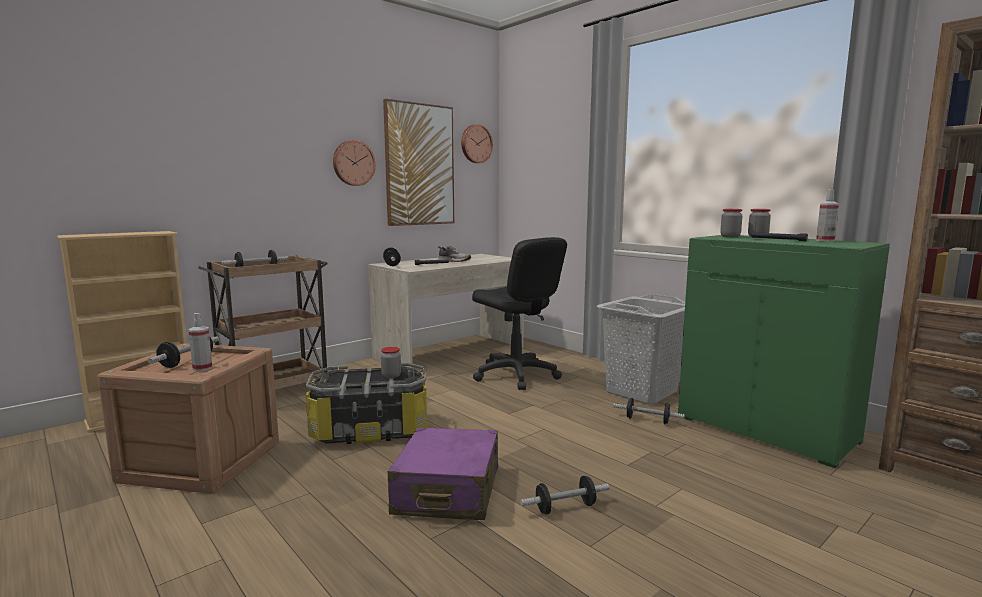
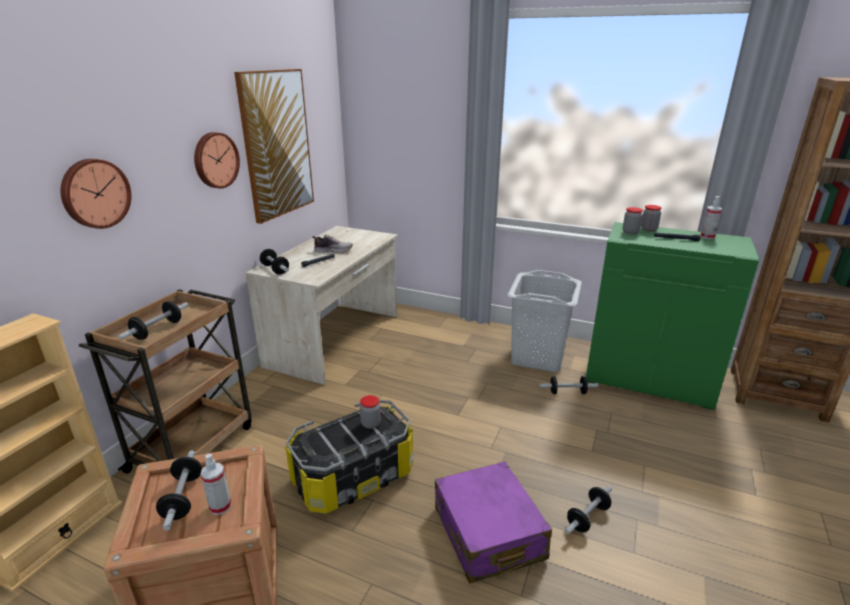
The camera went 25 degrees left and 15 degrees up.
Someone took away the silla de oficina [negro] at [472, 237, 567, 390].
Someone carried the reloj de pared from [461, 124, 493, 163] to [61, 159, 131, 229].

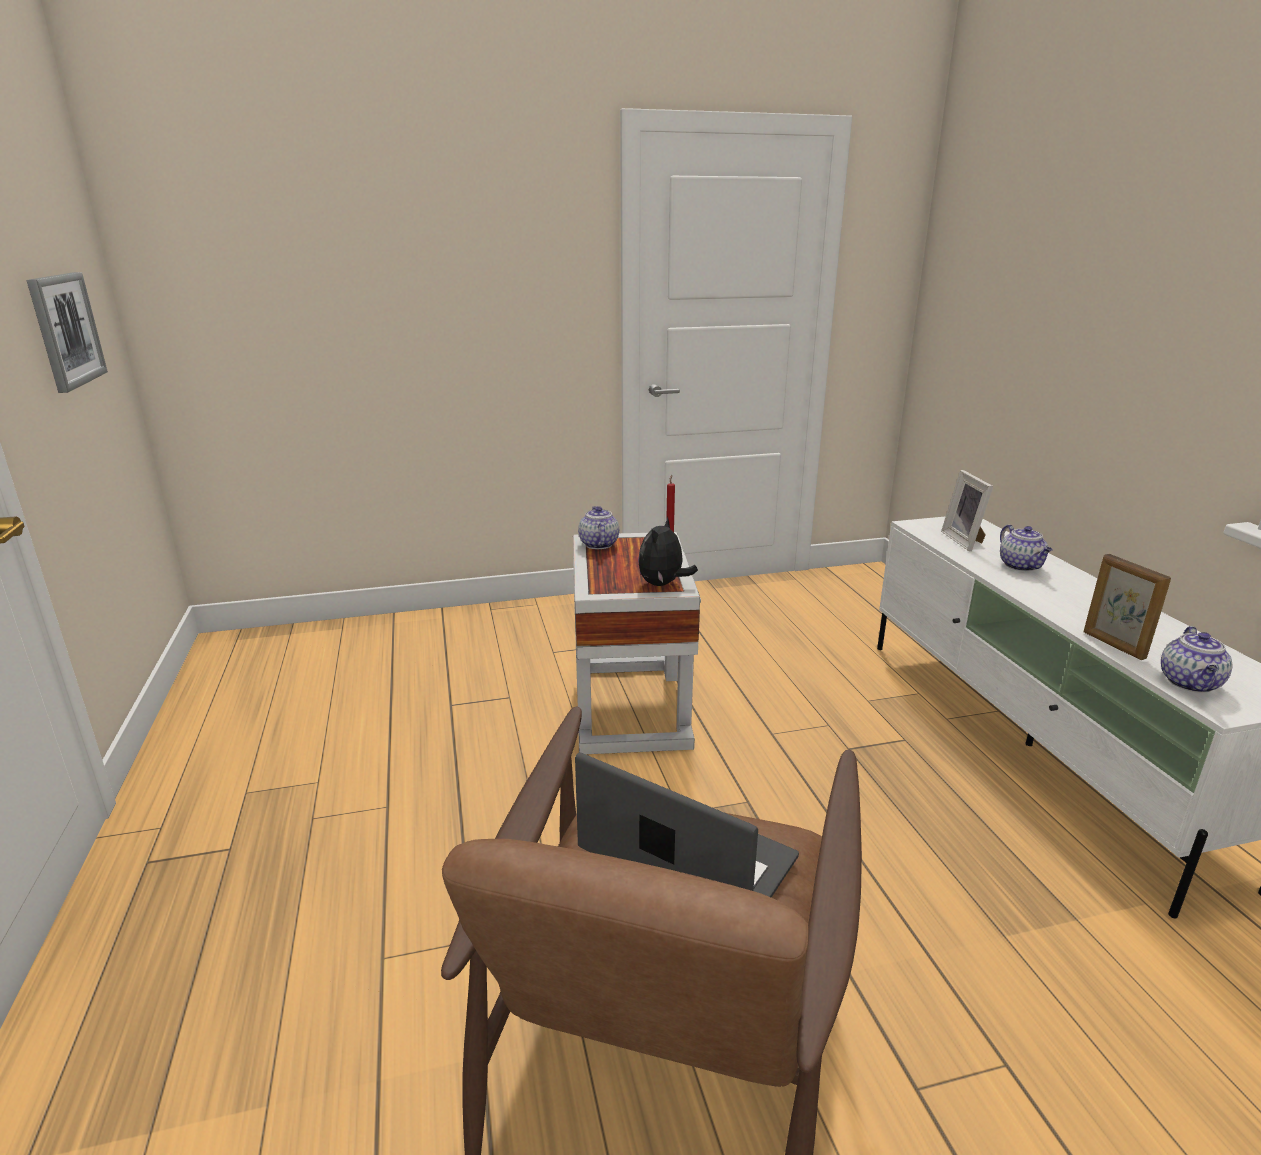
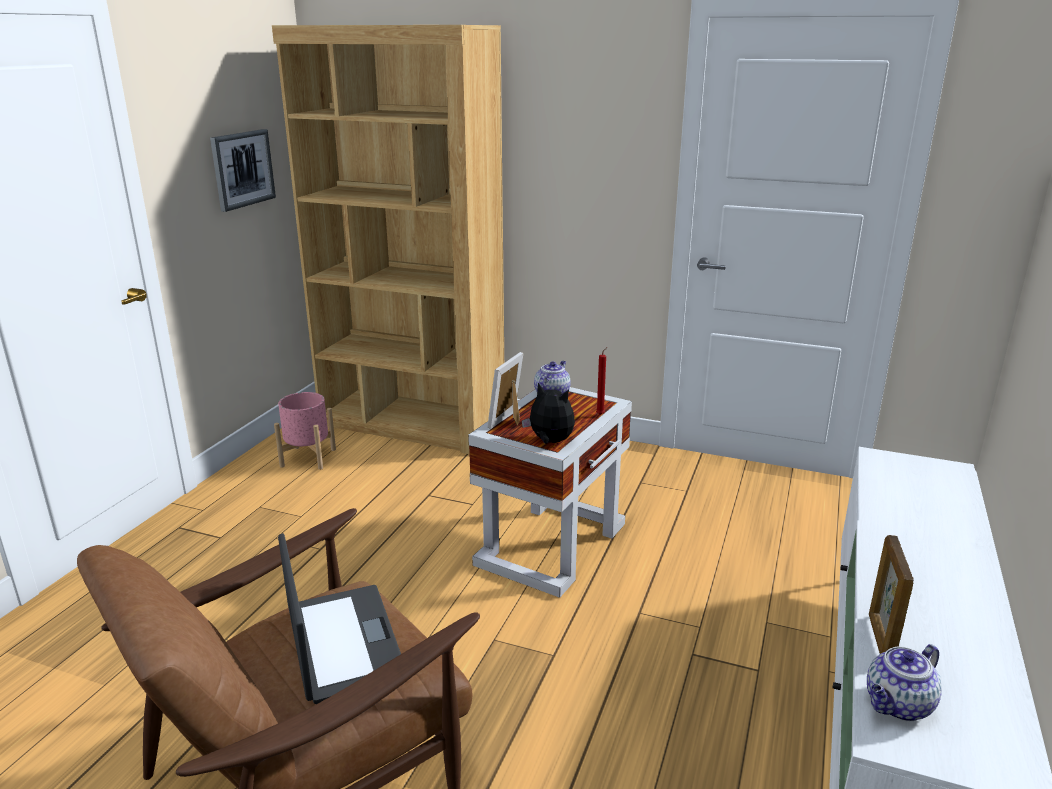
The camera went 35 degrees right and 0 degrees up.
Someone took away the tetera at [1000, 524, 1053, 571].
Someone put down the estantería [marrón] at [272, 25, 504, 454].
Someone put down the maceta [rosa] at [274, 392, 336, 470].
Someone carried the portarretratos from [941, 470, 993, 551] to [487, 352, 523, 429].
Someone rotated the peluche at [638, 517, 698, 586] by 60 degrees clockwise.

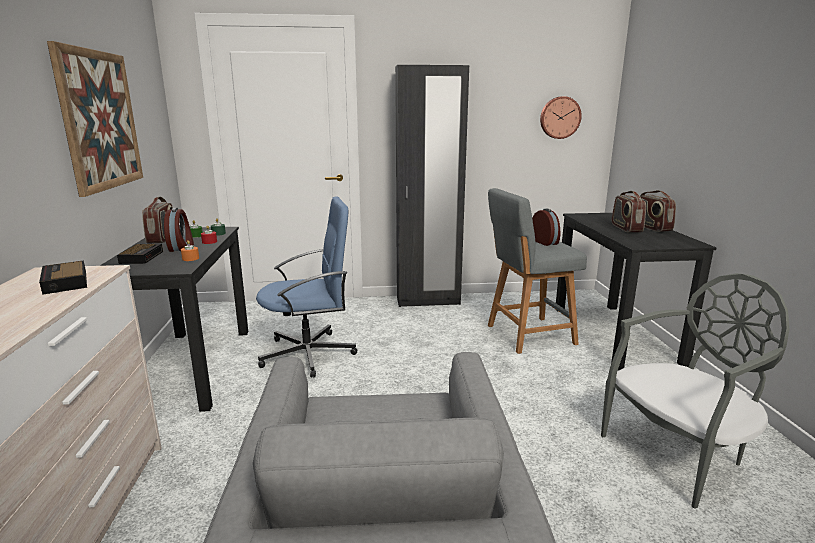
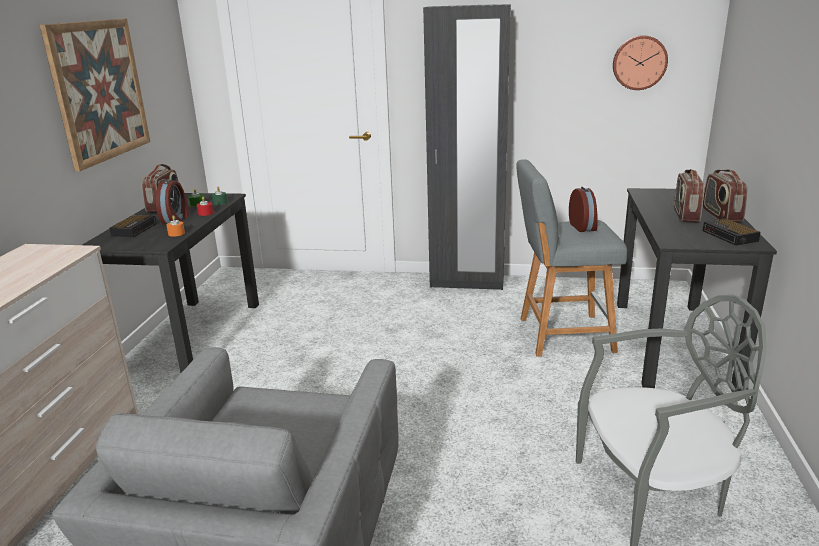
The camera went 15 degrees right and 5 degrees up.
Someone took away the silla de oficina [azul] at [256, 196, 357, 378].
Someone carried the despertador from [39, 260, 87, 295] to [703, 219, 761, 246].

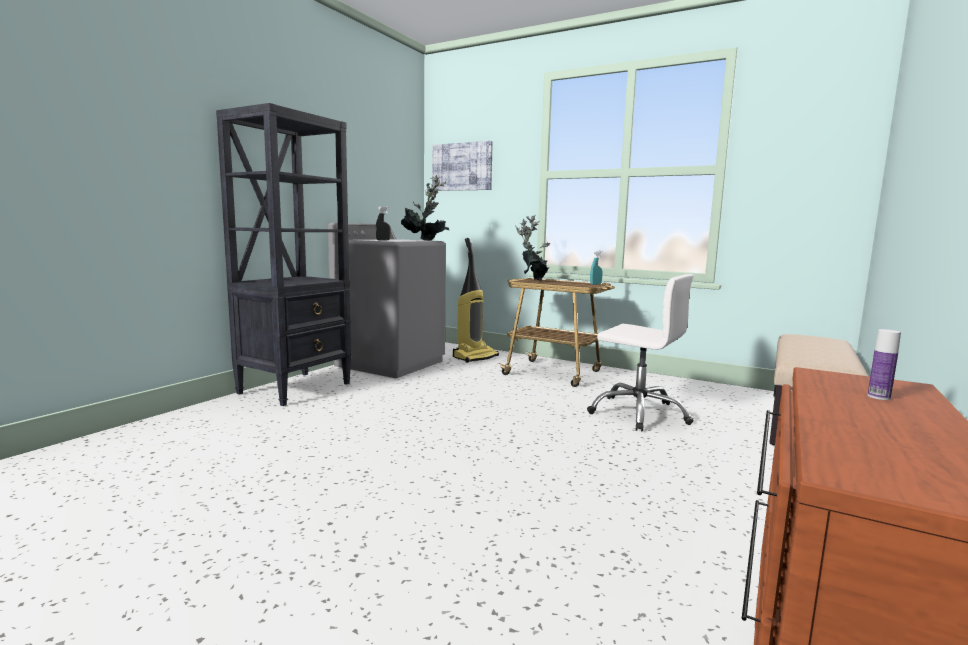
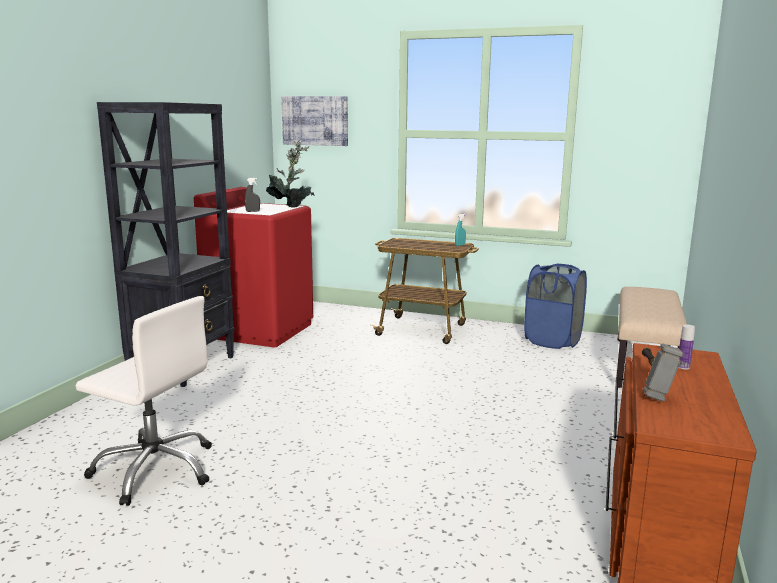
The camera went 10 degrees left and 5 degrees up.
Someone took away the aspiradora at [453, 238, 499, 363].
Someone took away the planta en maceta at [515, 215, 550, 281].
Someone put down the cesto de la ropa [azul] at [524, 264, 587, 349].
Someone put down the martillo at [642, 344, 684, 402].
Someone carried the silla de oficina [blanco] from [587, 274, 694, 432] to [76, 296, 212, 506].
Someone repainted the lavadora [gris] at [328, 223, 446, 378], which became the lavadora [rojo] at [194, 187, 313, 348].

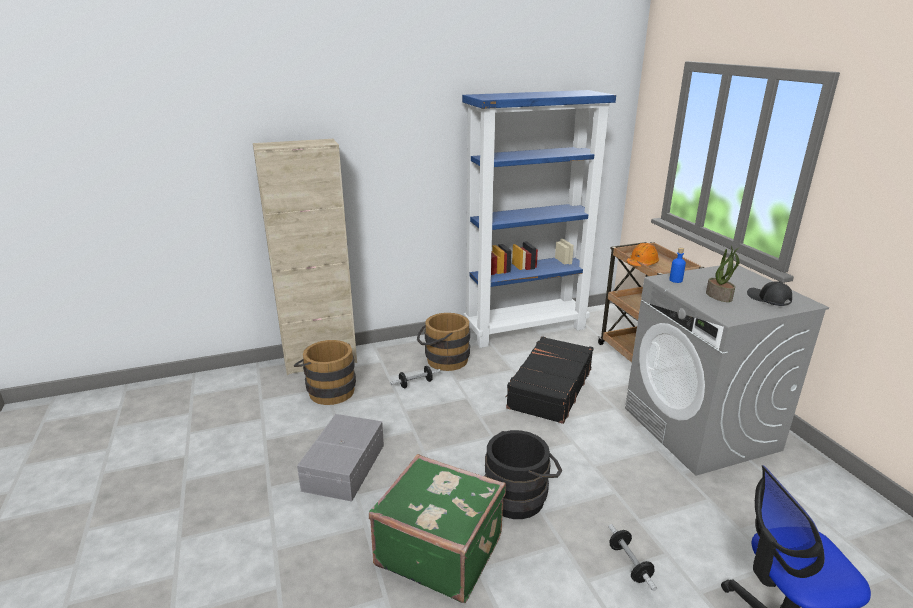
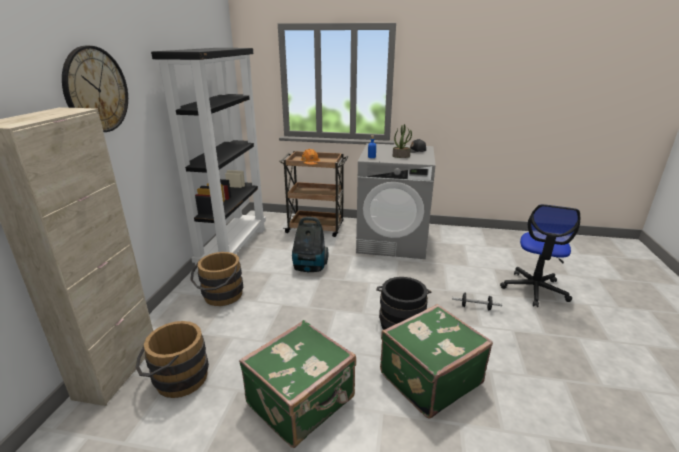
The camera went 60 degrees left and 0 degrees up.
Someone took away the mancuerna at [390, 366, 441, 388].
Someone put up the reloj de pared at [62, 46, 128, 132].
Someone swapped the caja de almacenaje [gris] at [297, 414, 384, 502] for the maleta [verde] at [239, 320, 356, 448].
Someone swapped the maleta [negro] at [506, 336, 594, 424] for the aspiradora at [292, 217, 328, 272].
Someone repainted the estantería [azul] at [462, 90, 616, 348], which became the estantería [negro] at [151, 48, 266, 272].

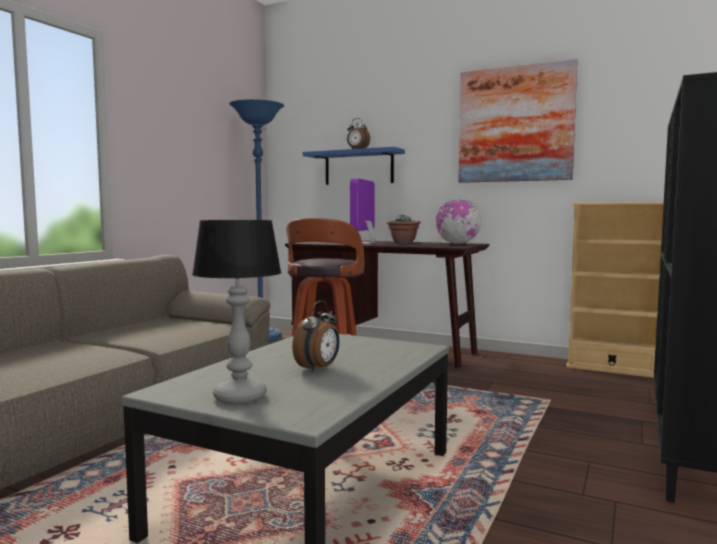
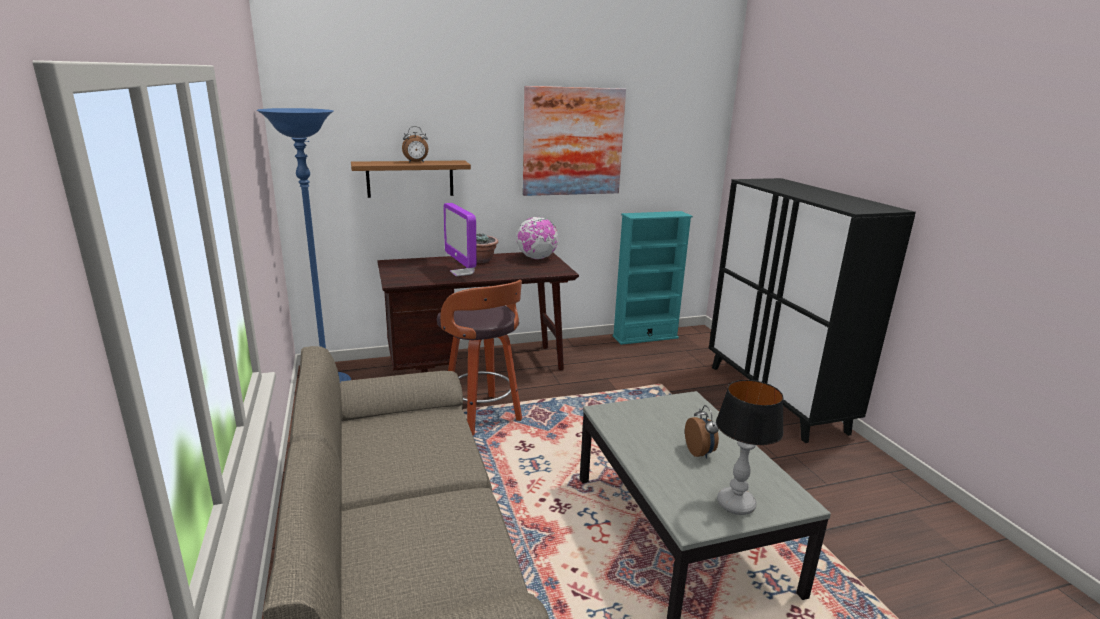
The camera went 45 degrees left and 15 degrees up.
Someone repainted the estante [azul] at [303, 147, 405, 185], which became the estante [marrón] at [351, 161, 471, 198].
Someone repainted the estantería [beis] at [566, 202, 664, 378], which became the estantería [turquesa] at [612, 211, 693, 345].

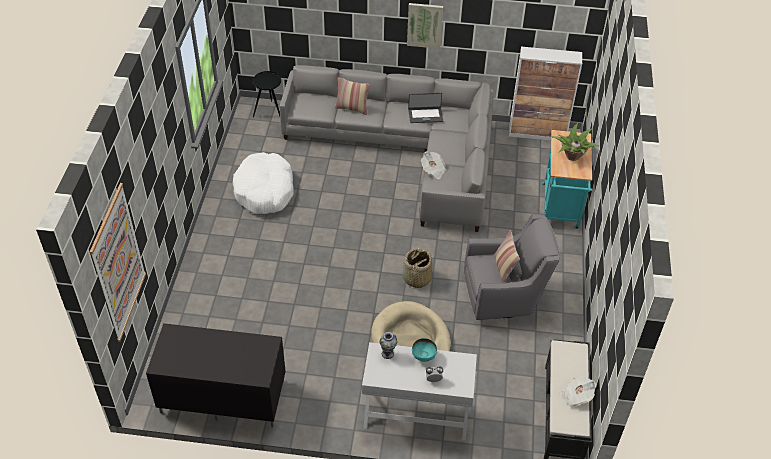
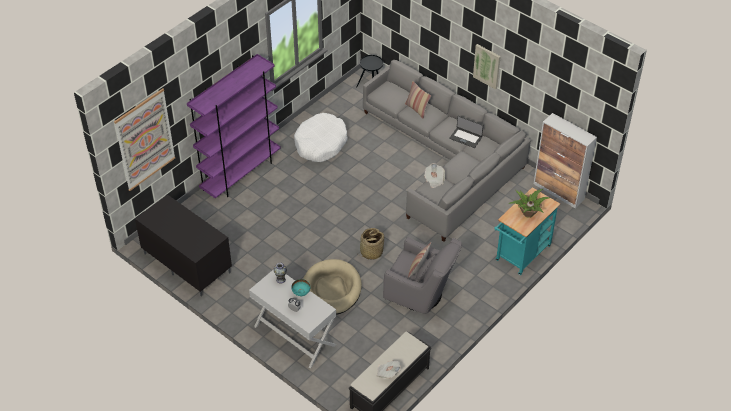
The camera went 35 degrees right and 0 degrees up.
Someone put down the estantería [morado] at [187, 54, 281, 198].

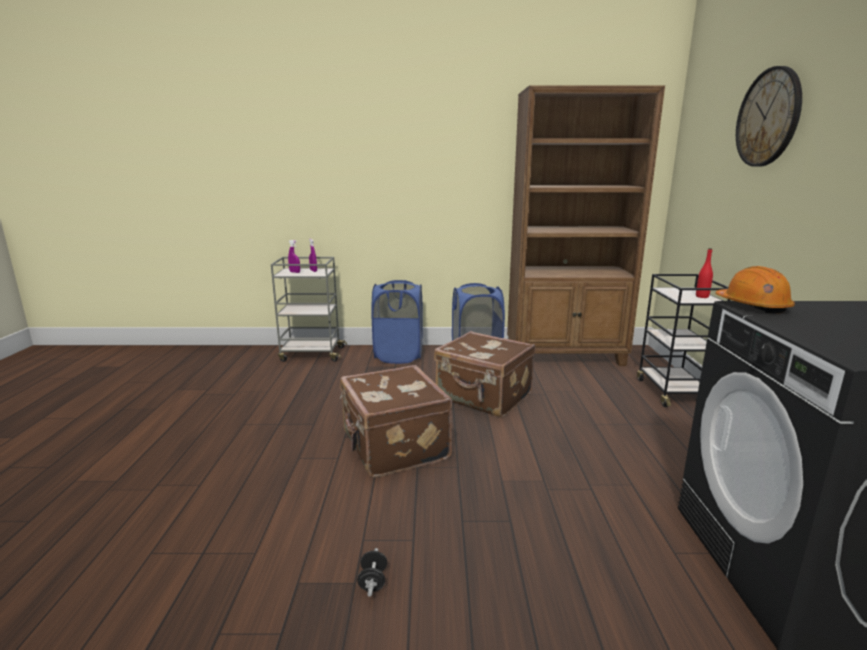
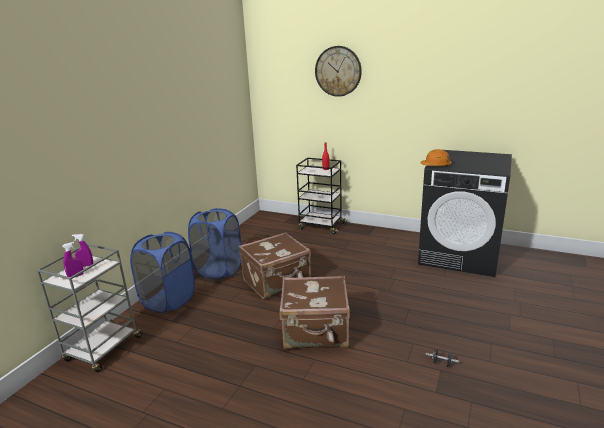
The camera went 65 degrees left and 5 degrees up.
Someone took away the estantería [marrón] at [507, 85, 665, 366].

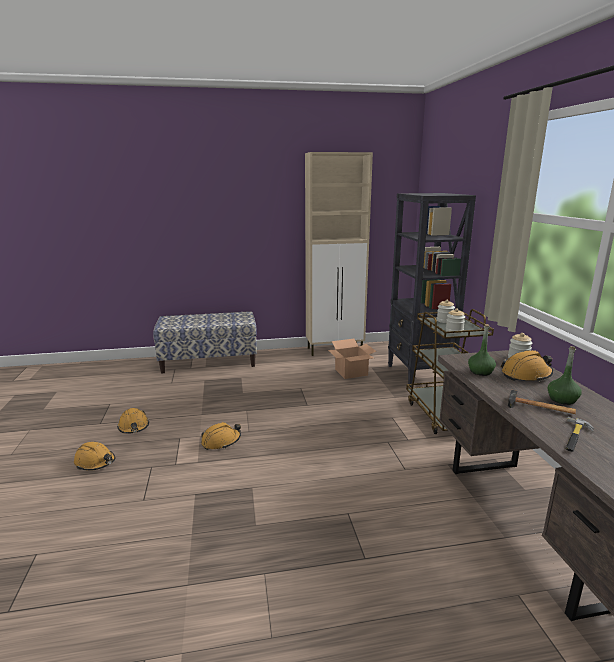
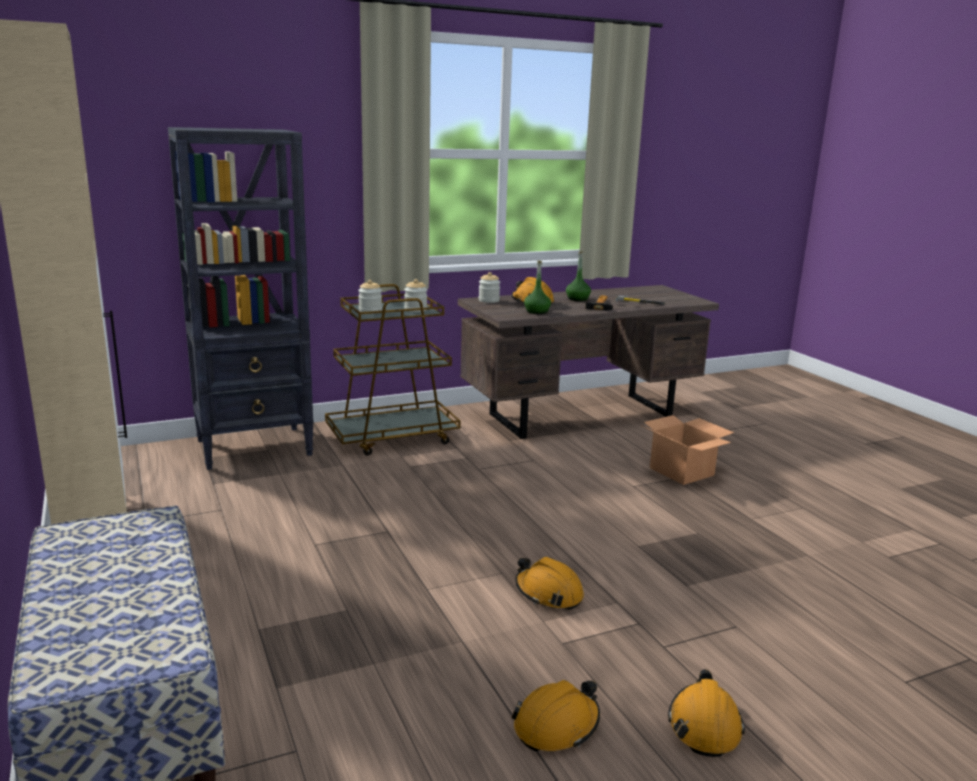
The camera went 105 degrees left and 0 degrees up.
Someone carried the caja de cartón from [328, 339, 377, 379] to [640, 415, 734, 485].

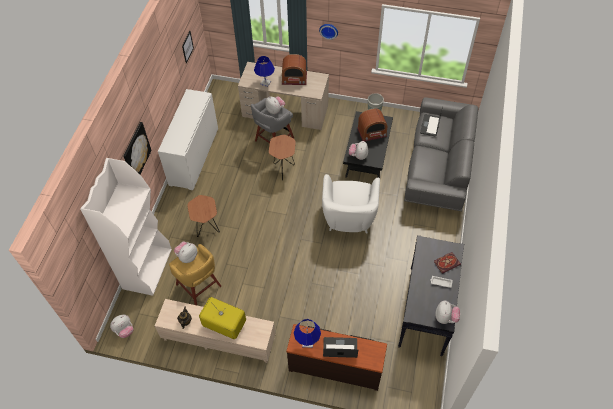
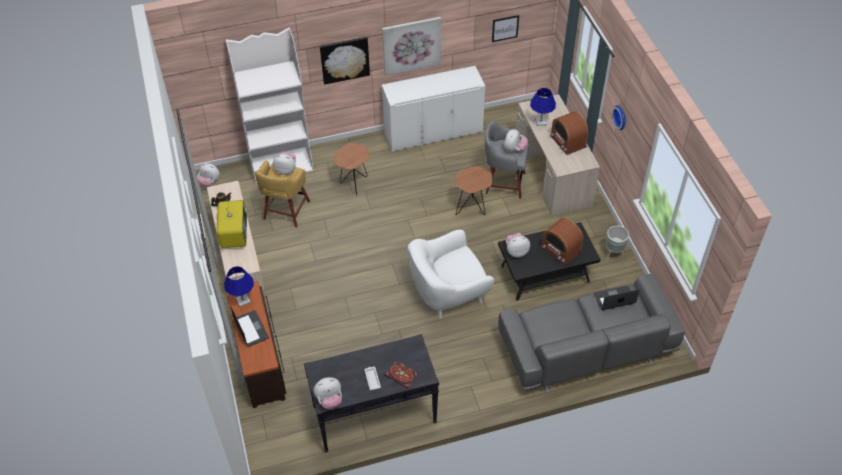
The camera went 60 degrees right and 5 degrees down.
Someone put up the cuadro at [382, 17, 441, 76].

